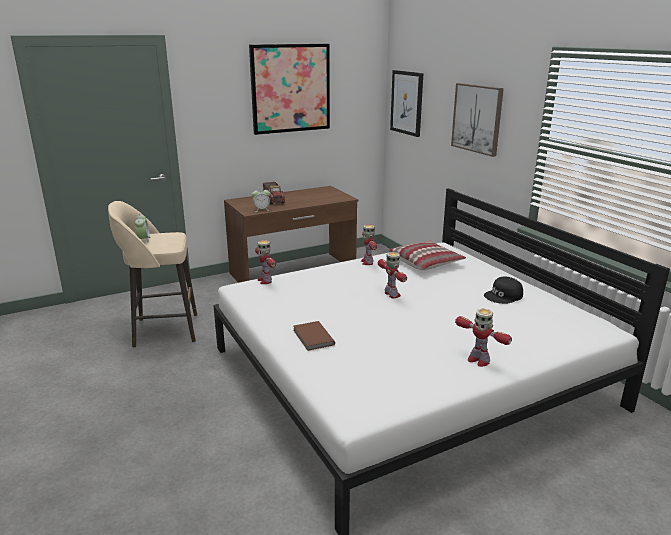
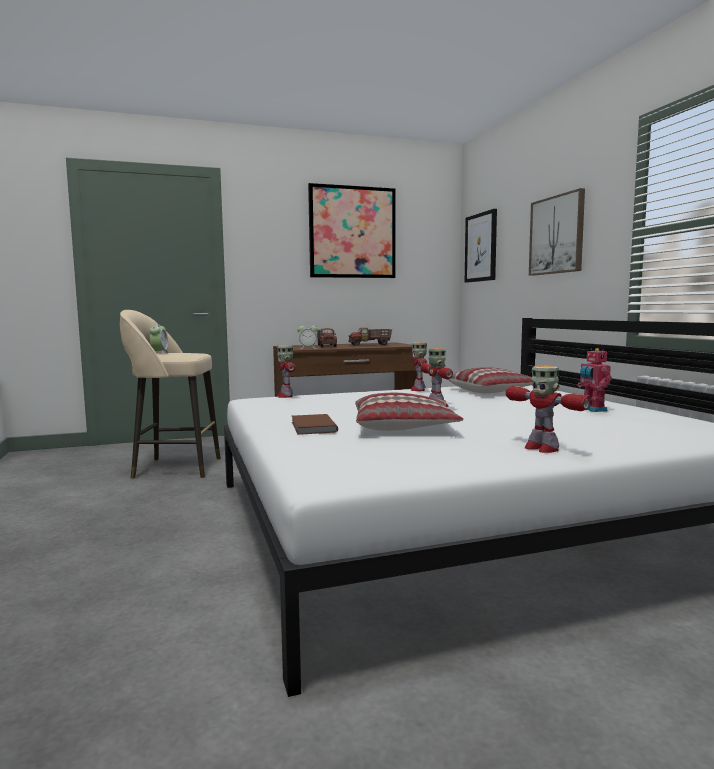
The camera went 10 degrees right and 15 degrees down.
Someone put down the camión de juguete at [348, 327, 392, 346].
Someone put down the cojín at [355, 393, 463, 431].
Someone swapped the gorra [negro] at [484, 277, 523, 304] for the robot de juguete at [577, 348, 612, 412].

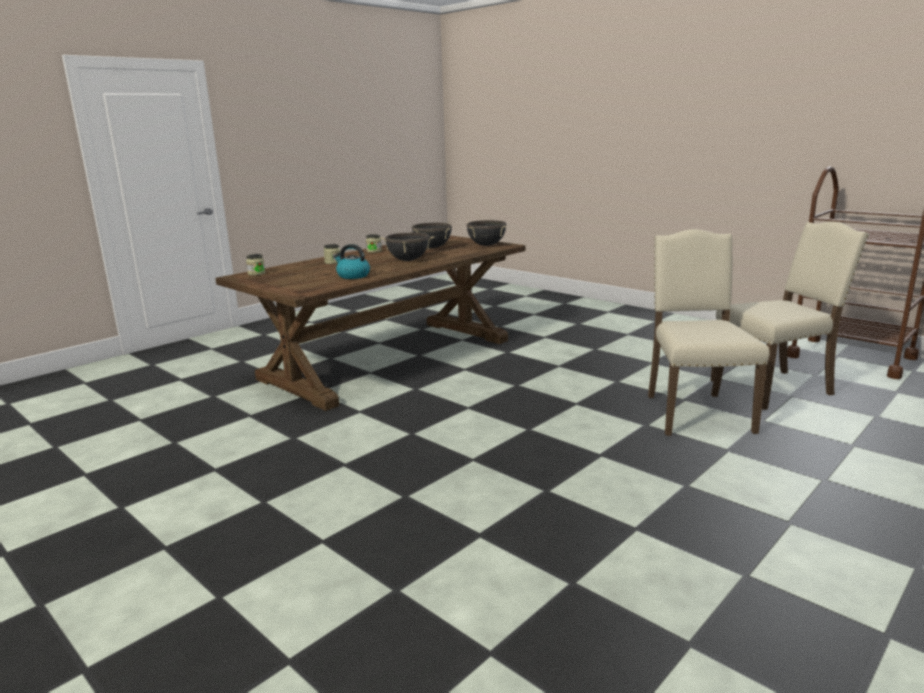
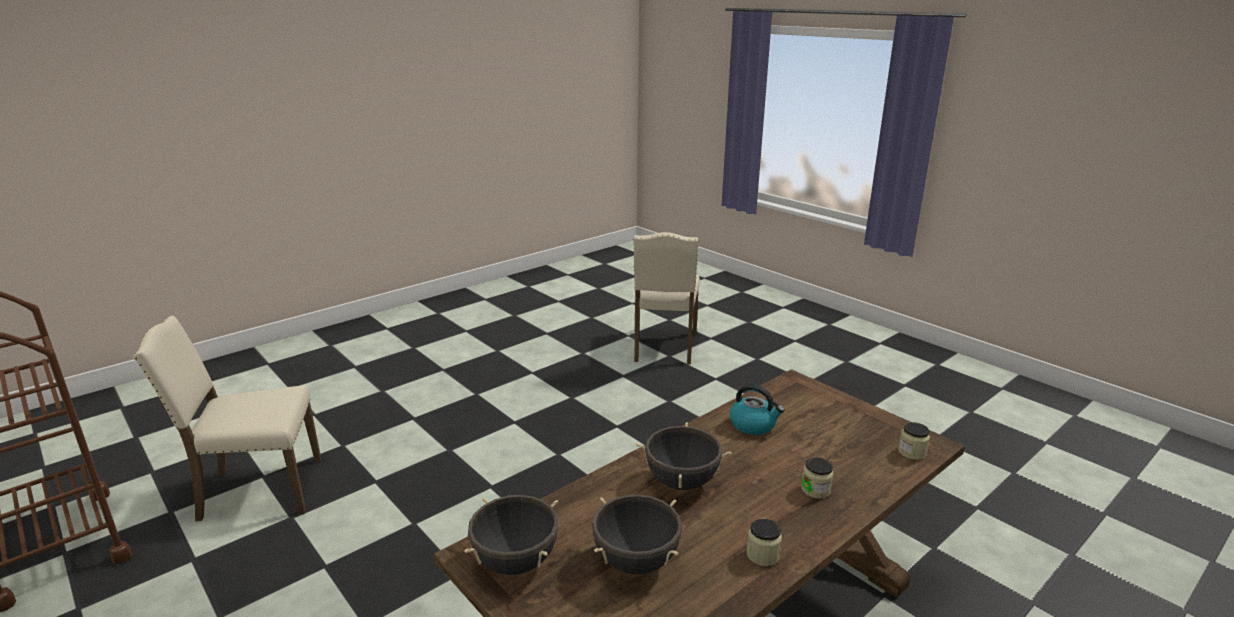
The camera went 175 degrees left and 5 degrees up.
Someone carried the silla [beis] from [648, 229, 770, 436] to [634, 232, 700, 365].

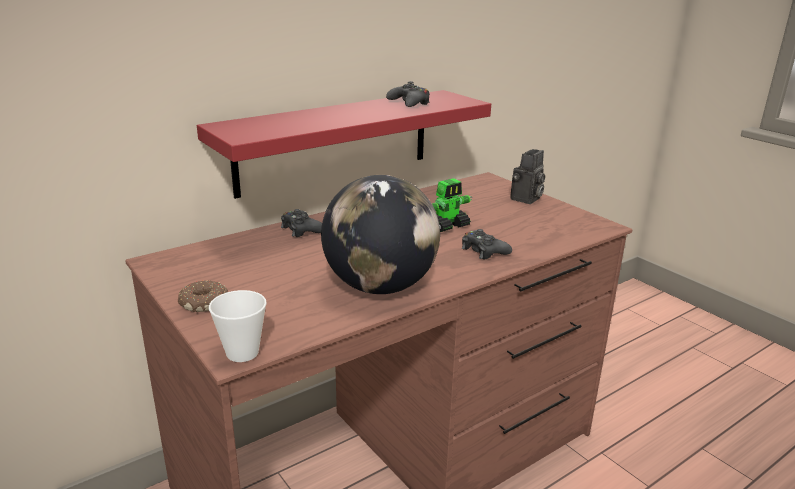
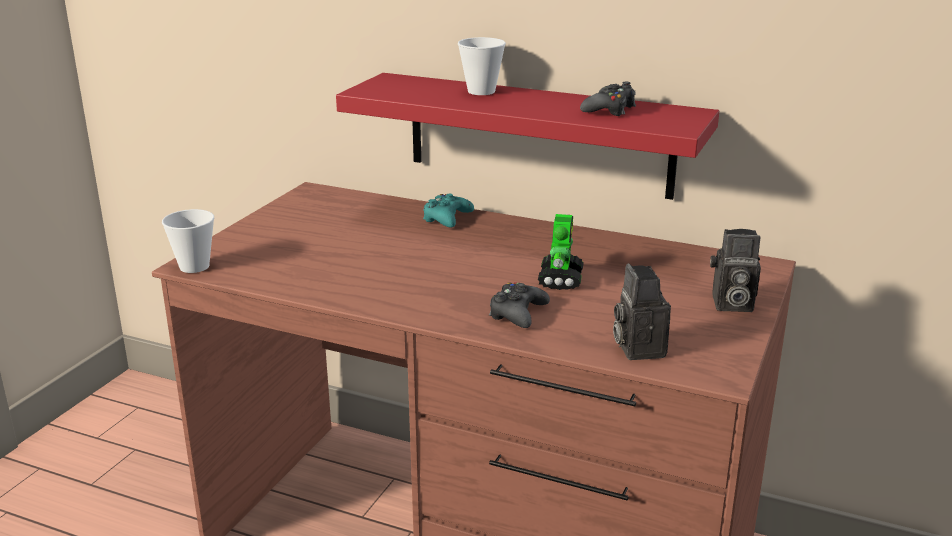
The camera went 60 degrees right and 0 degrees up.
Someone took away the rosquilla at [178, 280, 228, 312].
Someone took away the globo terráqueo at [321, 175, 440, 294].
Someone put down the taza at [458, 37, 506, 95].
Someone put down the cámara at [613, 264, 671, 360].
Someone repainted the mando de consola [negro] at [281, 209, 322, 237], which became the mando de consola [turquesa] at [423, 194, 474, 228].
Someone rotated the robot de juguete at [432, 178, 472, 232] by 105 degrees counterclockwise.

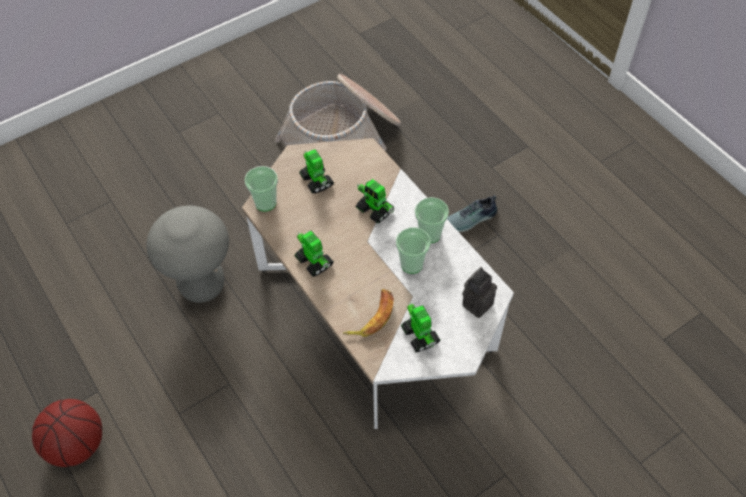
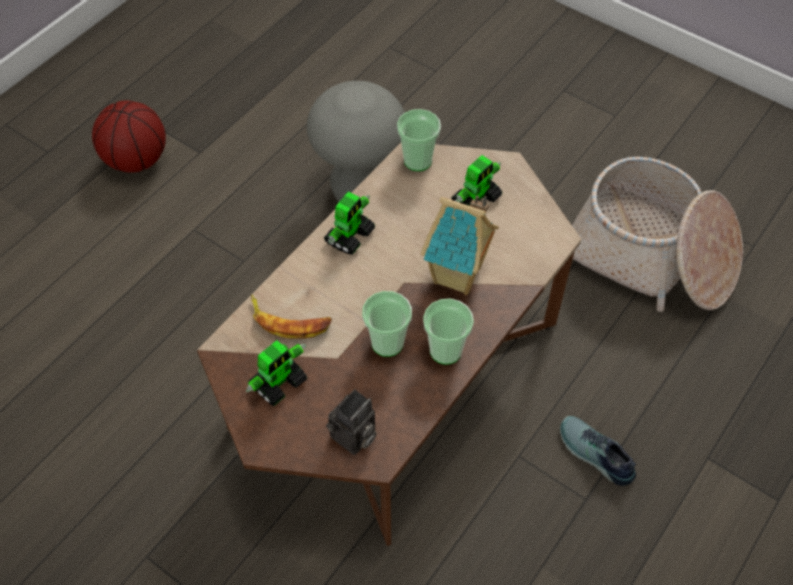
The camera went 70 degrees right and 0 degrees up.
Someone swapped the robot de juguete at [356, 179, 394, 224] for the casita at [421, 196, 499, 295].
Someone repainted the mesa de centro [blanco] at [242, 138, 514, 429], which became the mesa de centro [marrón] at [197, 143, 581, 546].
Someone rotated the cámara at [462, 267, 497, 318] by 105 degrees clockwise.

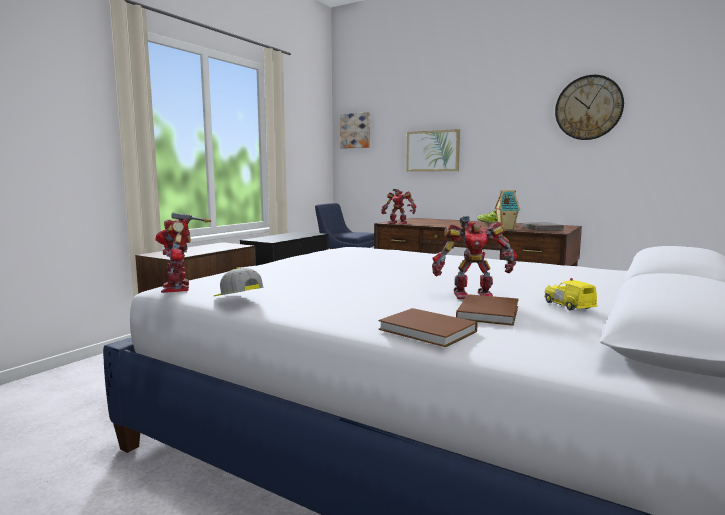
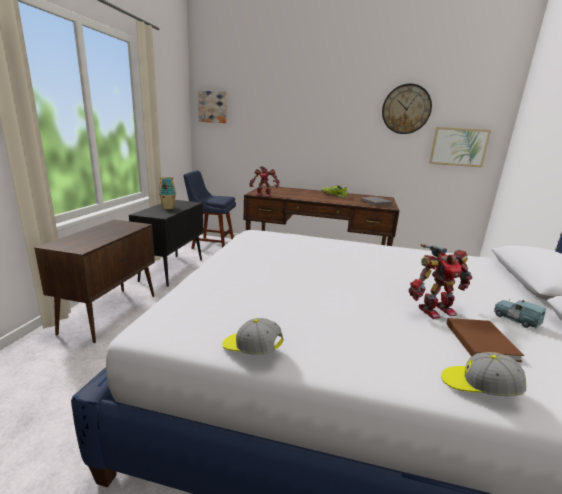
The camera went 20 degrees left and 10 degrees up.
Someone took away the robot de juguete at [155, 213, 211, 293].
Someone carried the cuadro from [406, 129, 460, 172] to [429, 127, 491, 168].
Someone carried the casita from [495, 190, 520, 230] to [159, 177, 176, 209].
Someone swapped the libro [marrón] at [378, 308, 477, 347] for the gorra at [441, 352, 526, 396].
Someone repainted the coche de juguete [amarillo] at [544, 278, 597, 310], which became the coche de juguete [azul] at [494, 299, 546, 329].

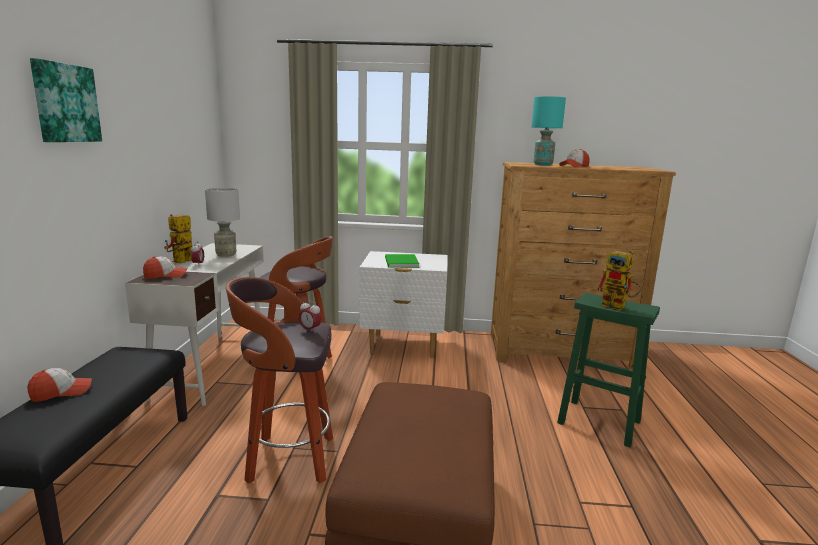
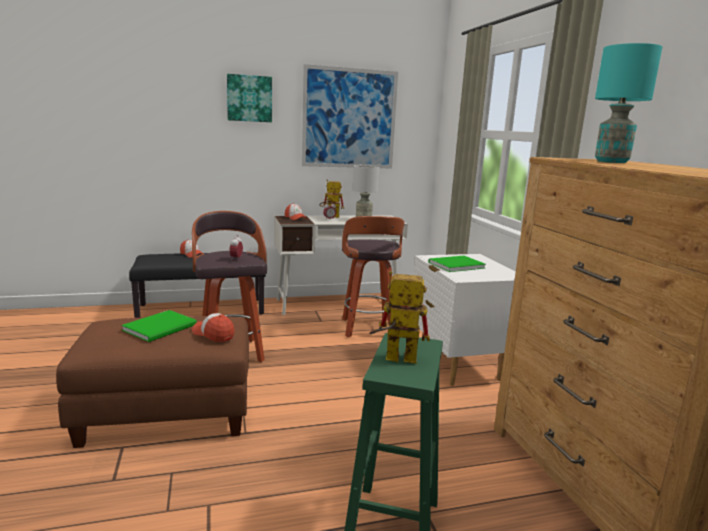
The camera went 70 degrees right and 0 degrees up.
Someone put down the libro [verde] at [122, 310, 197, 342].
Someone put up the cuadro at [302, 64, 398, 168].
Someone carried the gorra from [559, 149, 590, 167] to [192, 313, 235, 342].
Someone rotated the robot de juguete at [597, 251, 641, 311] by 75 degrees clockwise.

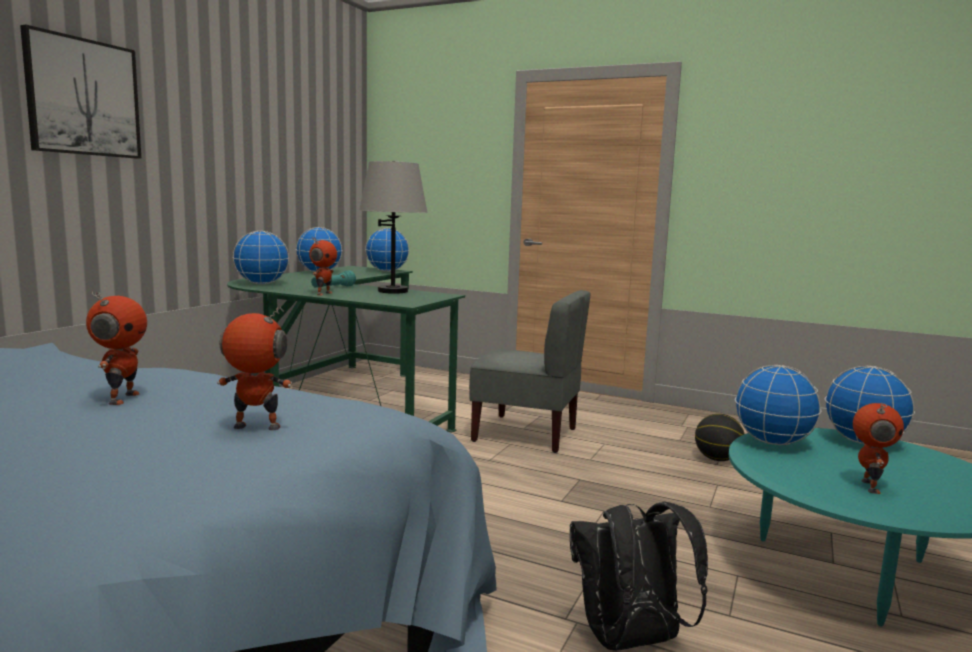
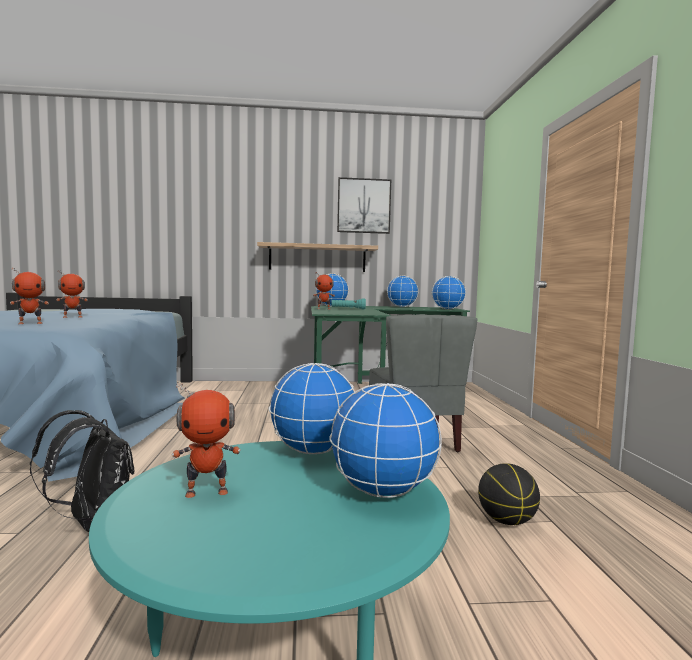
The camera went 60 degrees right and 5 degrees down.
Someone took away the lámpara de mesa [gris] at [359, 161, 428, 294].
Someone put up the estante at [257, 242, 378, 272].
Someone carried the cuadro from [20, 25, 141, 159] to [337, 177, 391, 234].
Someone rotated the robot de juguete at [217, 306, 292, 430] by 90 degrees clockwise.

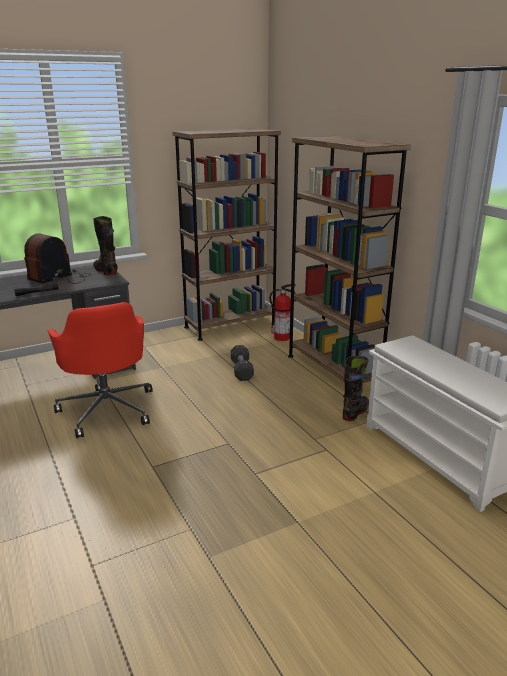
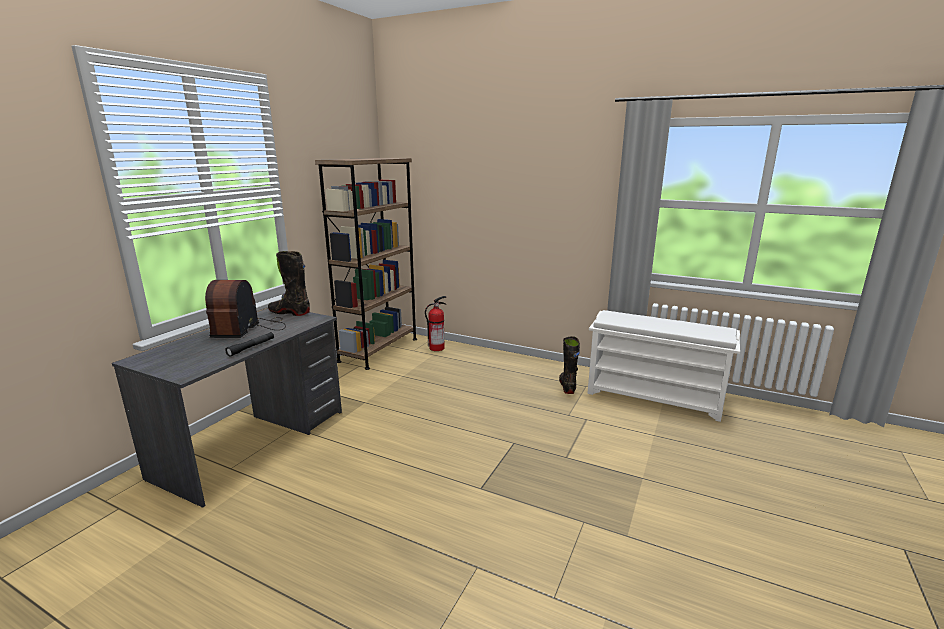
The camera went 35 degrees left and 5 degrees down.
Someone took away the silla de oficina [rojo] at [48, 302, 153, 438].
Someone took away the mancuerna [negro] at [231, 345, 254, 381].
Someone took away the estantería [marrón] at [288, 136, 411, 397].

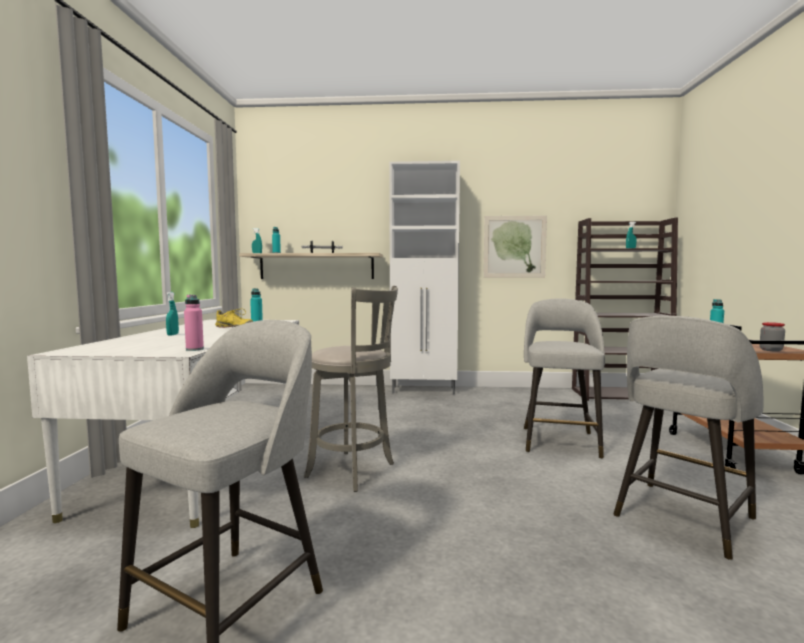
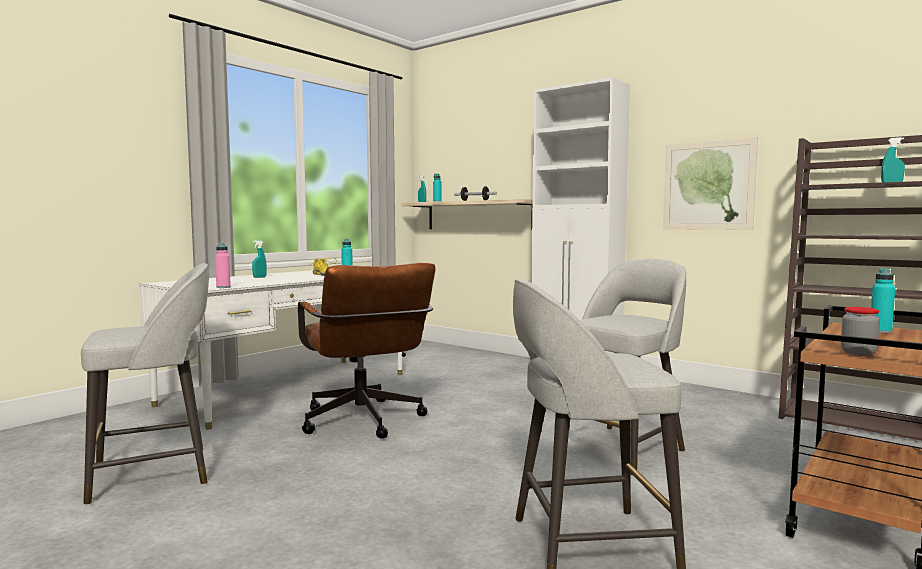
The camera went 35 degrees right and 0 degrees up.
Someone swapped the taburete [gris] at [304, 286, 398, 492] for the silla de oficina [marrón] at [298, 262, 436, 438].

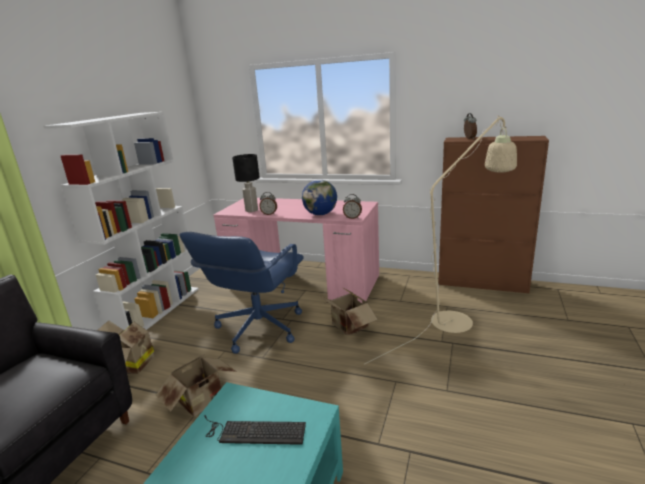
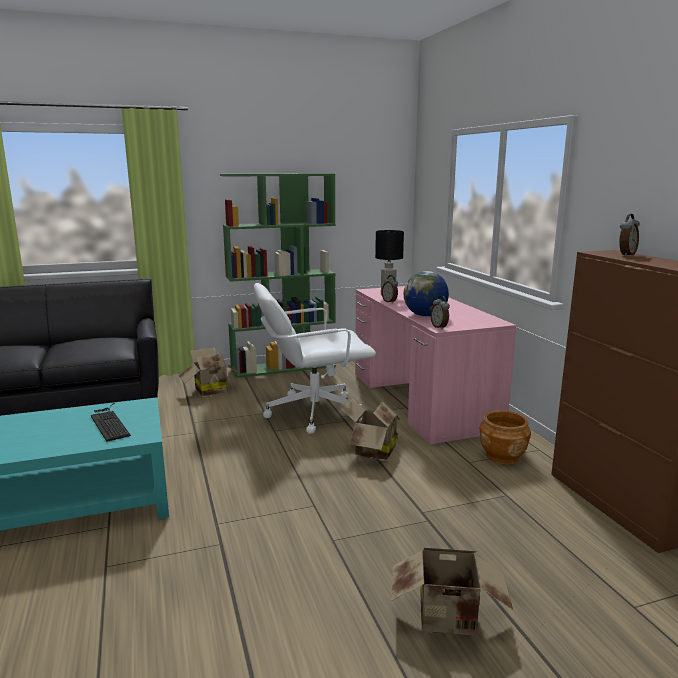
The camera went 50 degrees right and 5 degrees down.
Someone took away the lámpara de pie [beis] at [365, 115, 517, 364].
Someone put down the maceta [marrón] at [480, 410, 531, 464].
Someone carried the caja de cartón from [155, 353, 236, 417] to [392, 548, 513, 636].
Someone repainted the estantería [blanco] at [43, 112, 199, 330], which became the estantería [verde] at [220, 174, 336, 378].
Someone repainted the silla de oficina [azul] at [179, 232, 304, 354], which became the silla de oficina [blanco] at [254, 283, 376, 434].

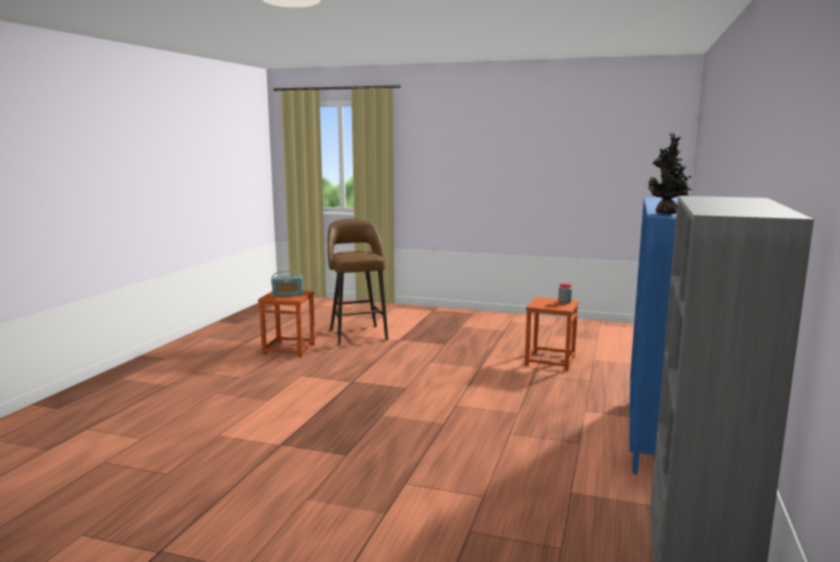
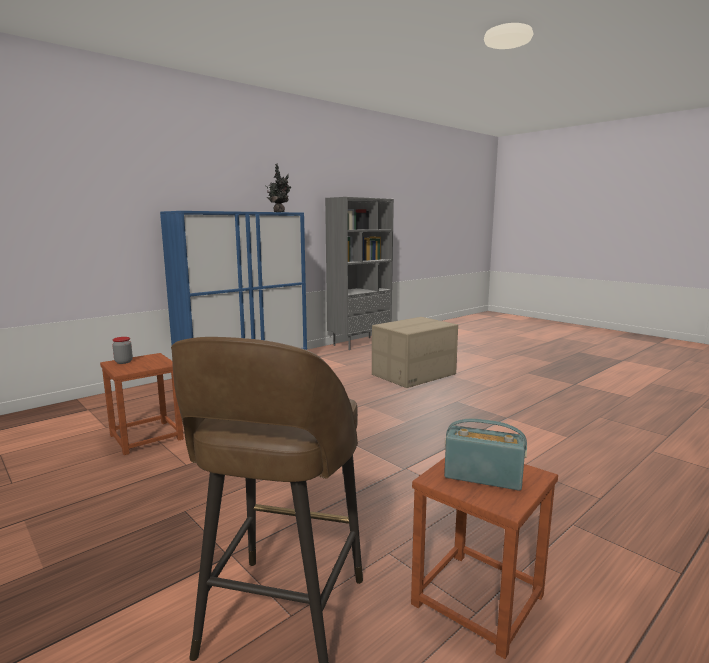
The camera went 150 degrees left and 0 degrees up.
Someone put down the caja de cartón at [372, 317, 458, 388].

